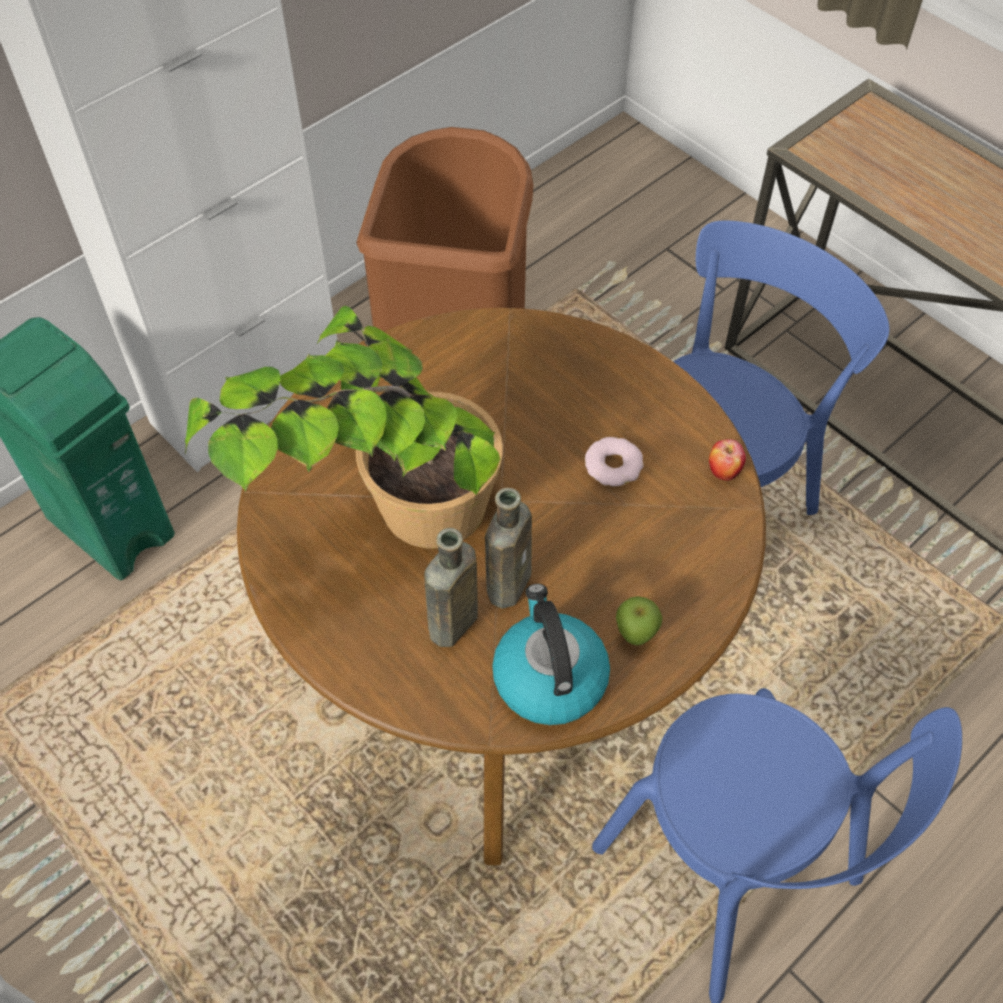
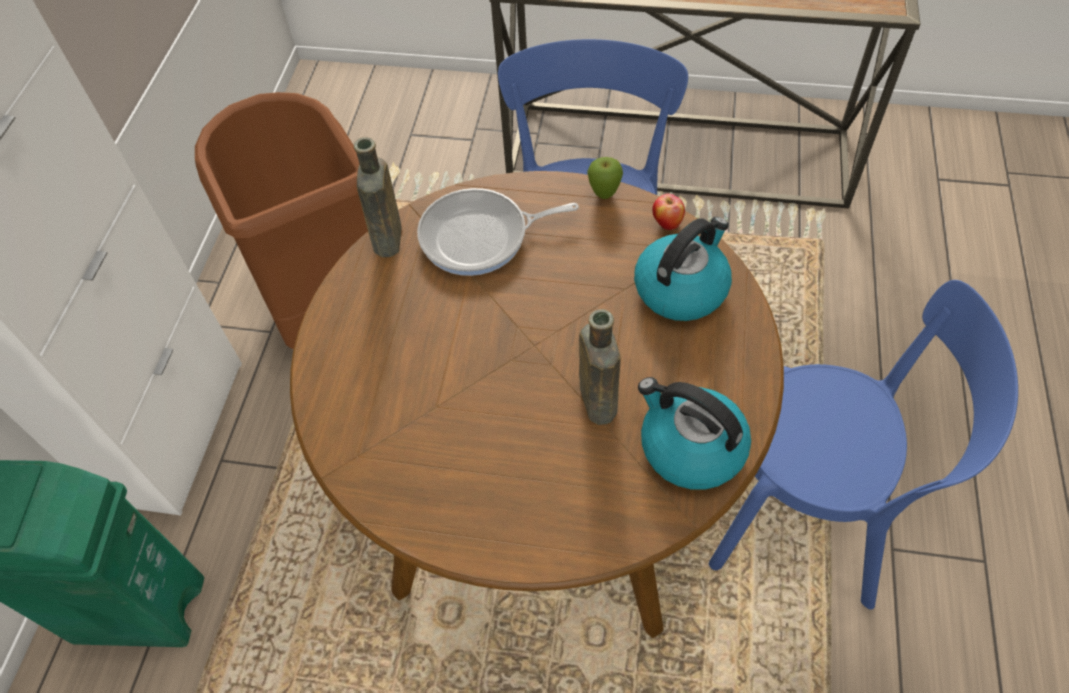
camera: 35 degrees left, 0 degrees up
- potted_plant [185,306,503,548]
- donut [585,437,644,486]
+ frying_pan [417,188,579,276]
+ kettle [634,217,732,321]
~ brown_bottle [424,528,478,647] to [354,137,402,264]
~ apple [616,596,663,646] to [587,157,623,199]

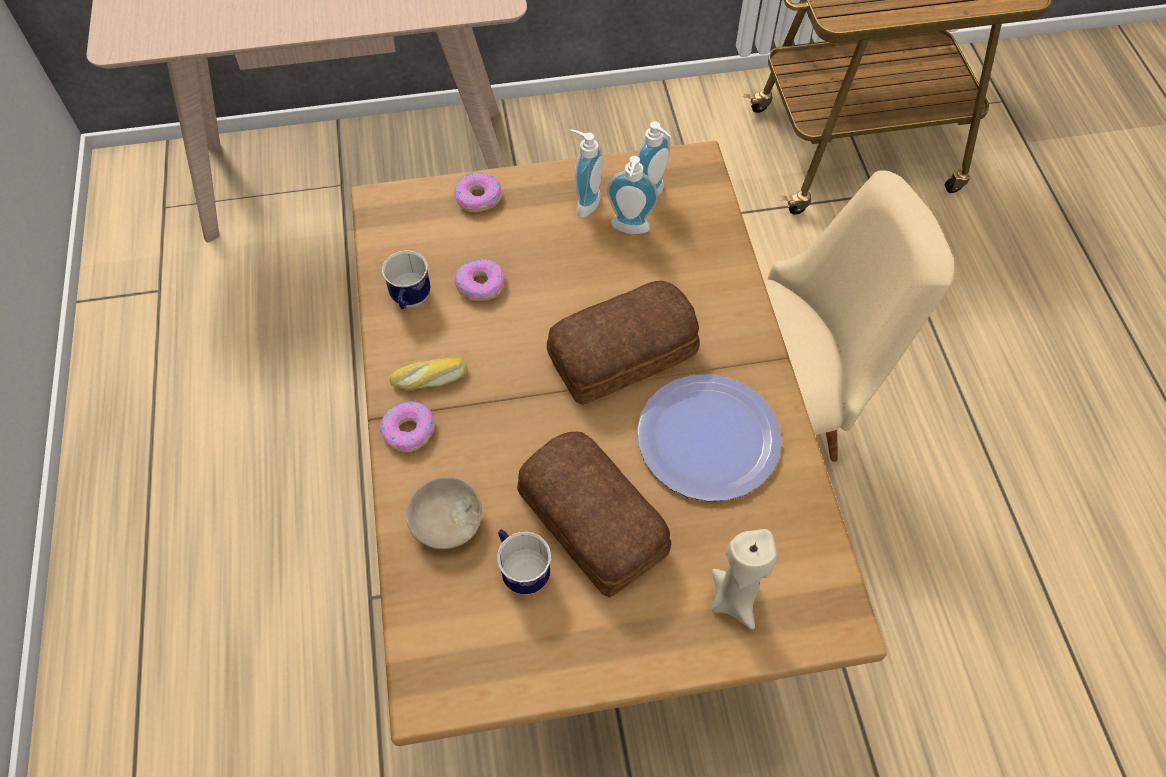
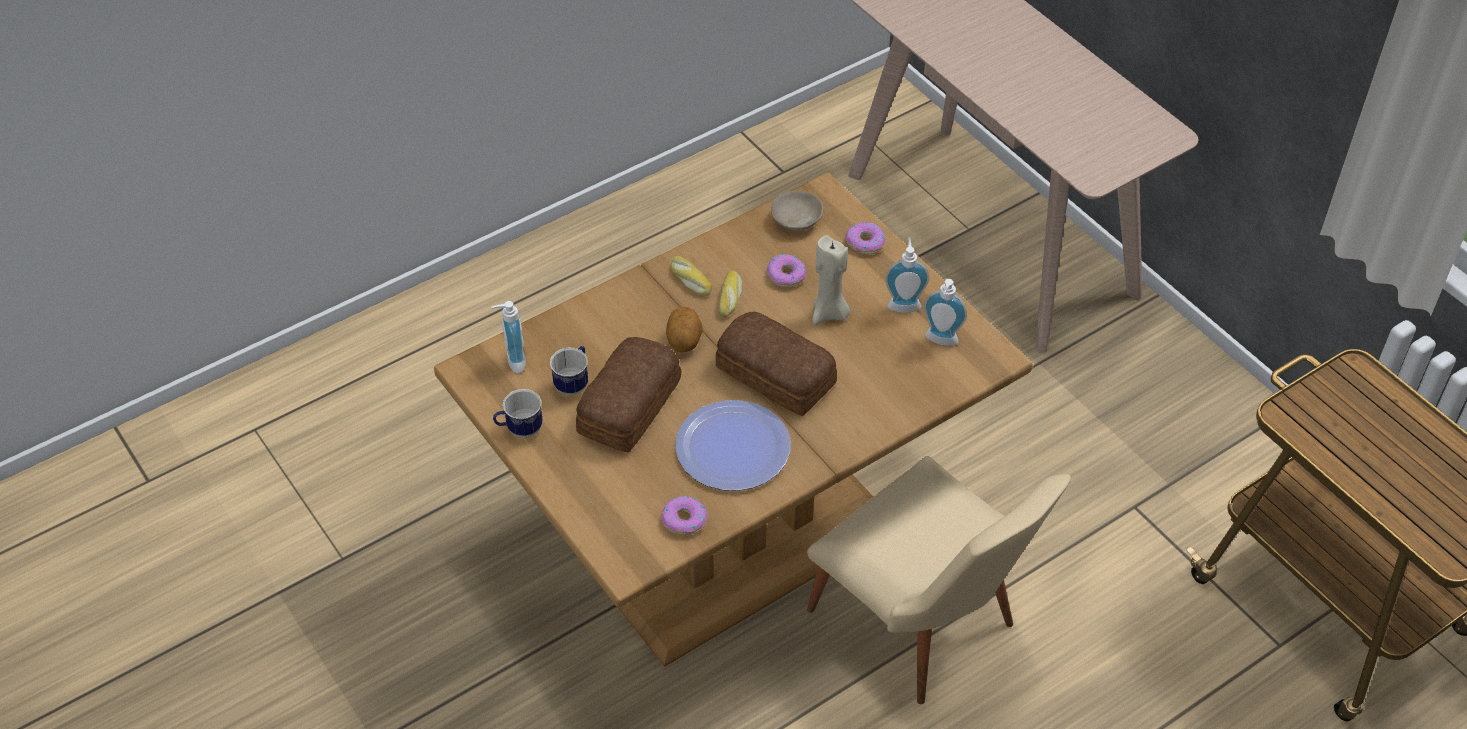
camera: 65 degrees right, 10 degrees down
+ potato [666,307,702,352]
+ bread [719,271,742,317]
~ donut [380,401,435,452] to [662,496,708,535]
~ mug [382,251,431,309] to [493,389,543,438]
~ beige_bowl [406,477,482,549] to [771,191,823,231]
~ soap_dispenser [607,156,659,234] to [491,301,526,373]
~ beige_candle [712,529,777,630] to [812,235,850,325]

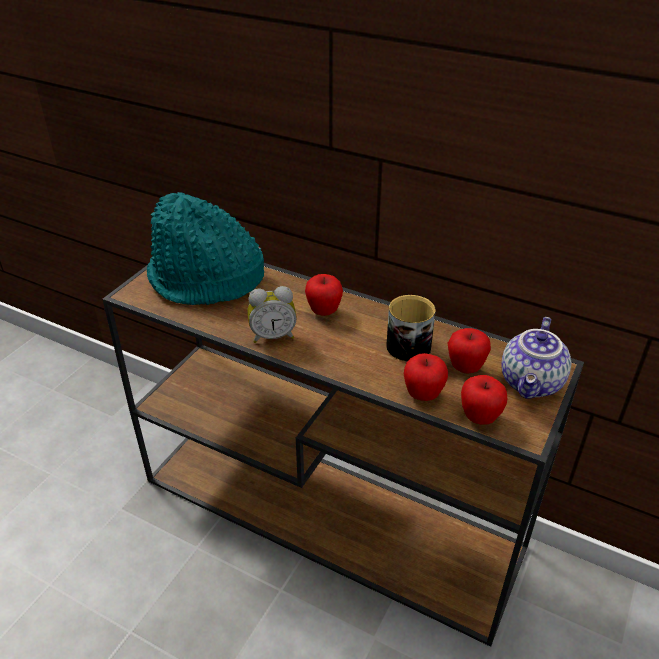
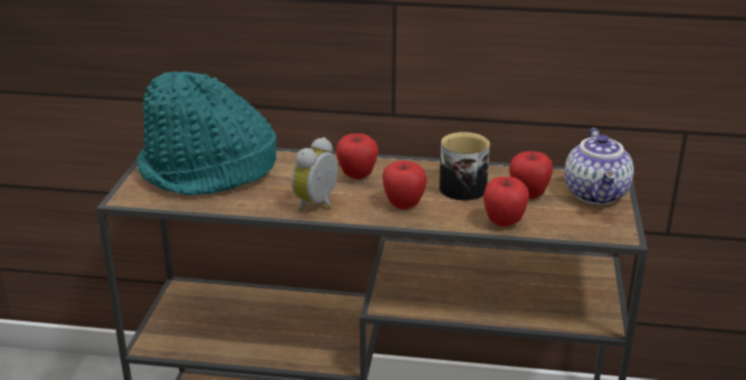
camera: 20 degrees left, 10 degrees down
~ apple [461,375,507,425] to [382,160,427,210]
~ alarm_clock [247,286,297,343] = [291,137,338,212] 150 degrees clockwise

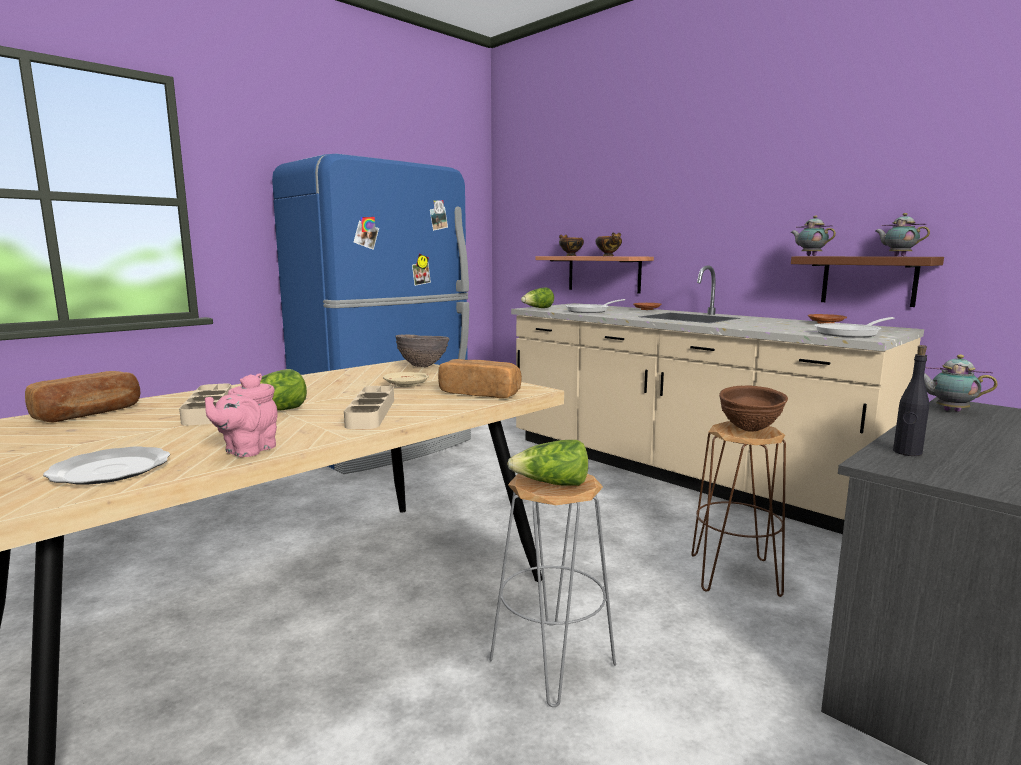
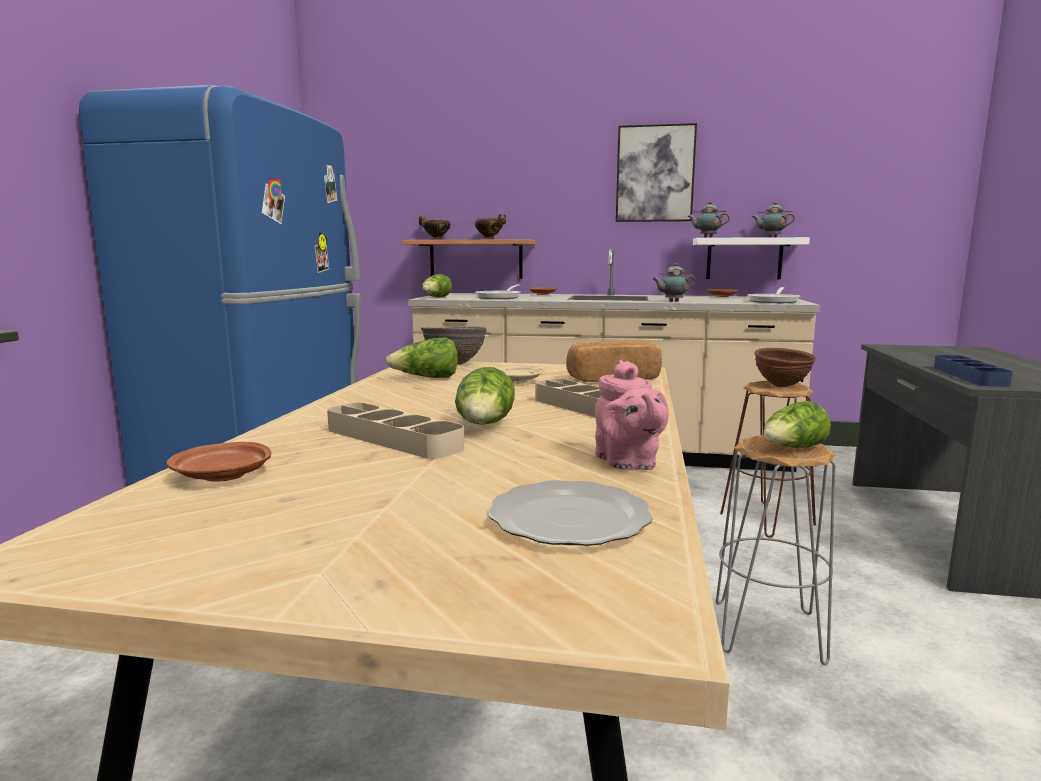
camera: 35 degrees left, 0 degrees up
+ lettuce [385,337,458,378]
+ picture [616,123,697,222]
~ teapot [924,354,998,412] to [652,263,696,302]
~ bread [25,371,141,422] to brown_plate [167,442,272,482]
~ black_bottle [893,345,929,456] to blue_tray [934,355,1013,387]
~ brown_shelf [791,256,944,307] to white_shelf [693,237,810,280]

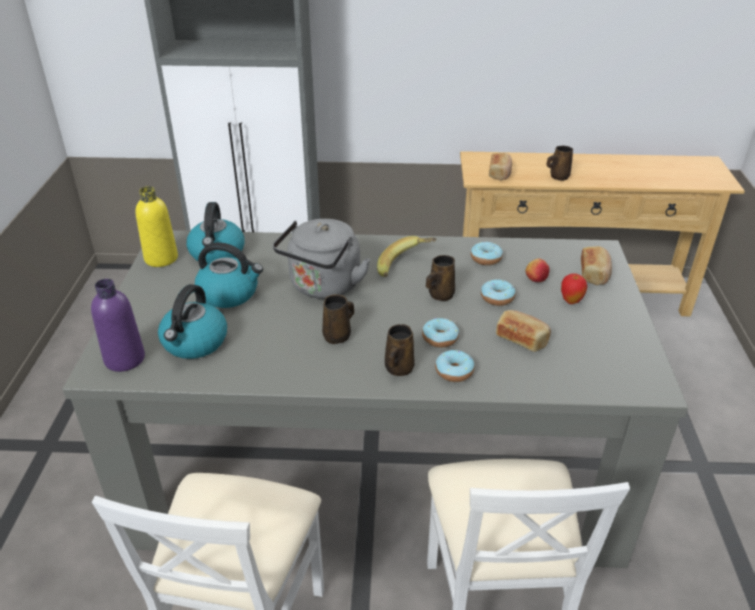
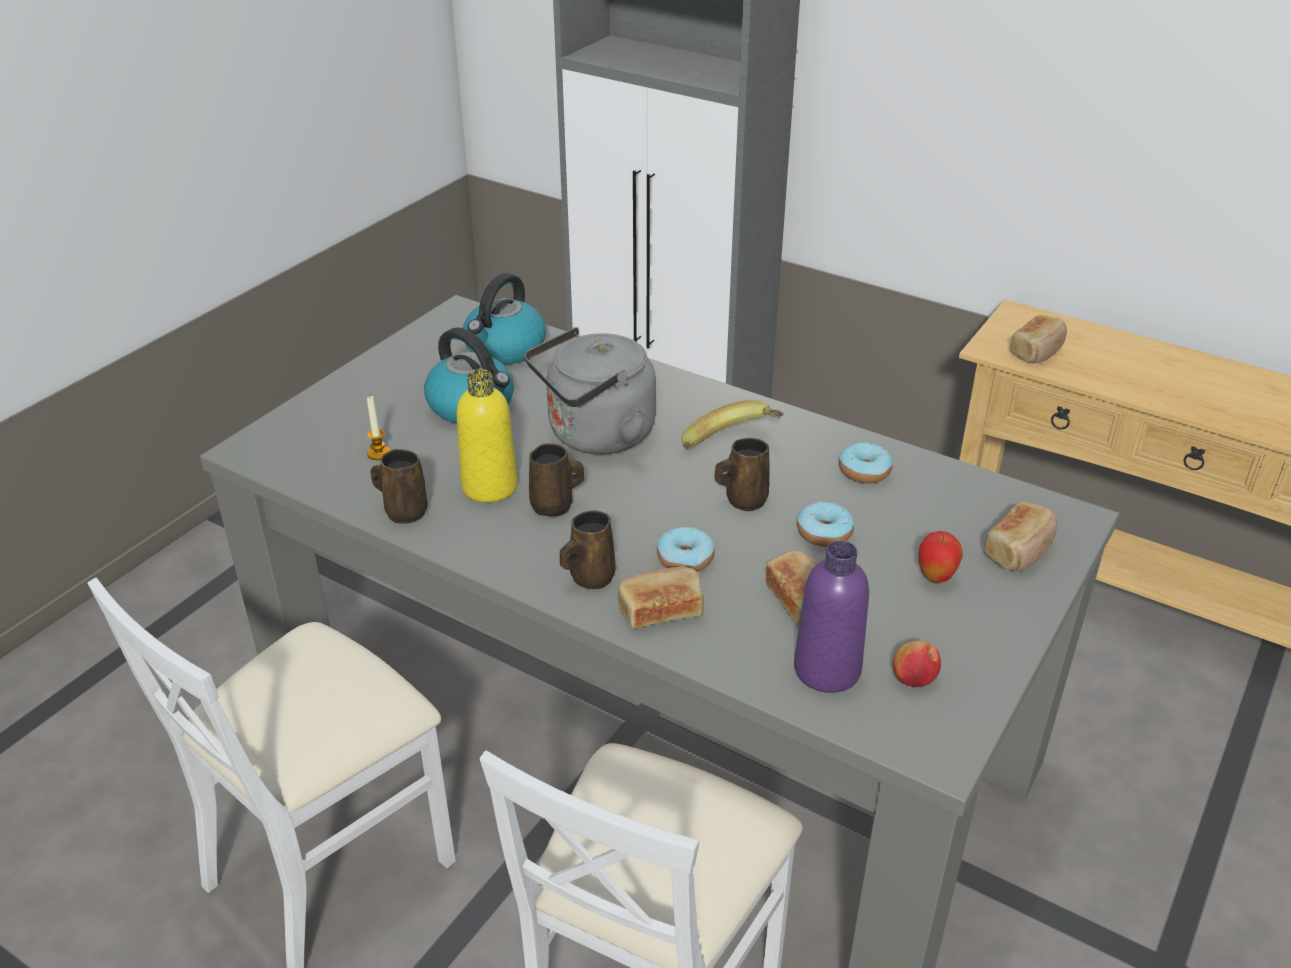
camera: 30 degrees right, 0 degrees up
~ purple_bottle [91,279,145,372] to [794,541,869,693]
~ yellow_bottle [135,186,178,267] to [457,369,518,503]
~ apple [526,258,550,282] to [893,640,941,687]
~ brown_mug [546,146,573,181] to [371,449,428,524]
~ kettle [158,284,227,359] to candle [367,396,390,460]
~ donut [435,350,474,382] to bread [618,567,704,628]

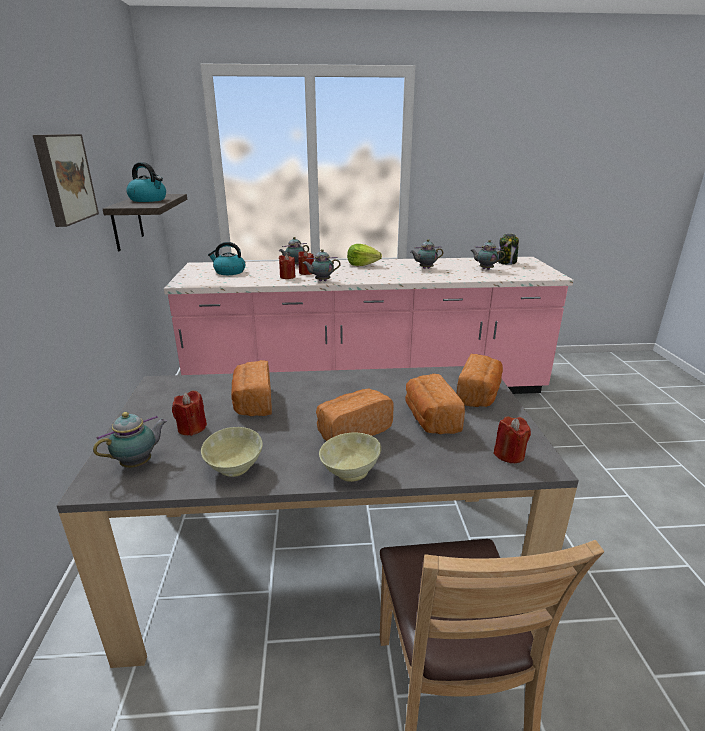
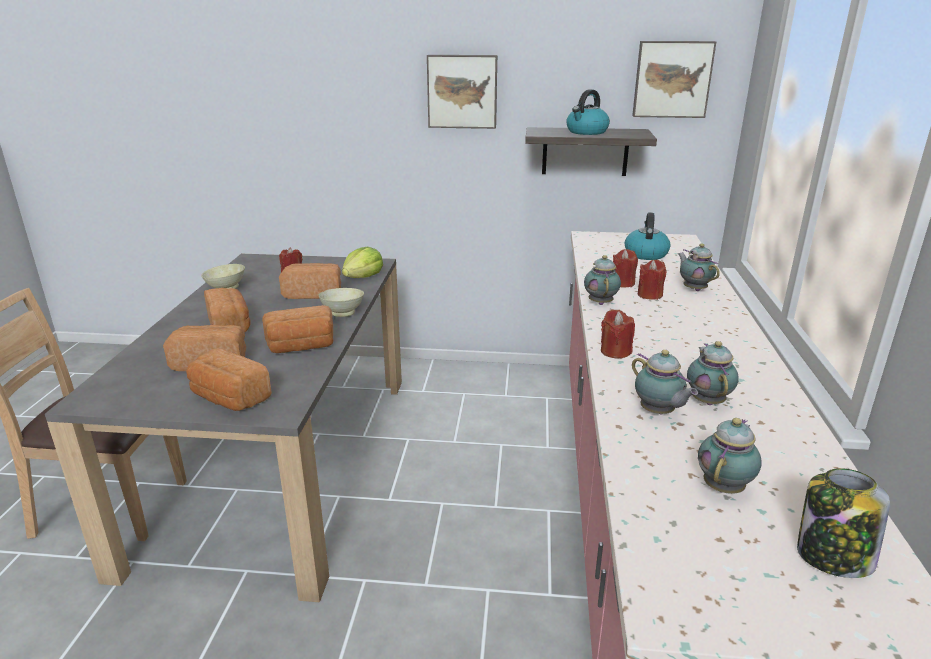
camera: 100 degrees right, 0 degrees up
+ bread [262,305,333,353]
+ picture [632,41,716,118]
~ teapot [93,412,167,468] to [632,350,698,415]
~ beige_bowl [319,433,381,482] to [319,288,364,317]
~ lettuce [347,244,382,266] to [342,247,383,278]
~ red_candle [493,416,531,463] to [601,310,635,359]

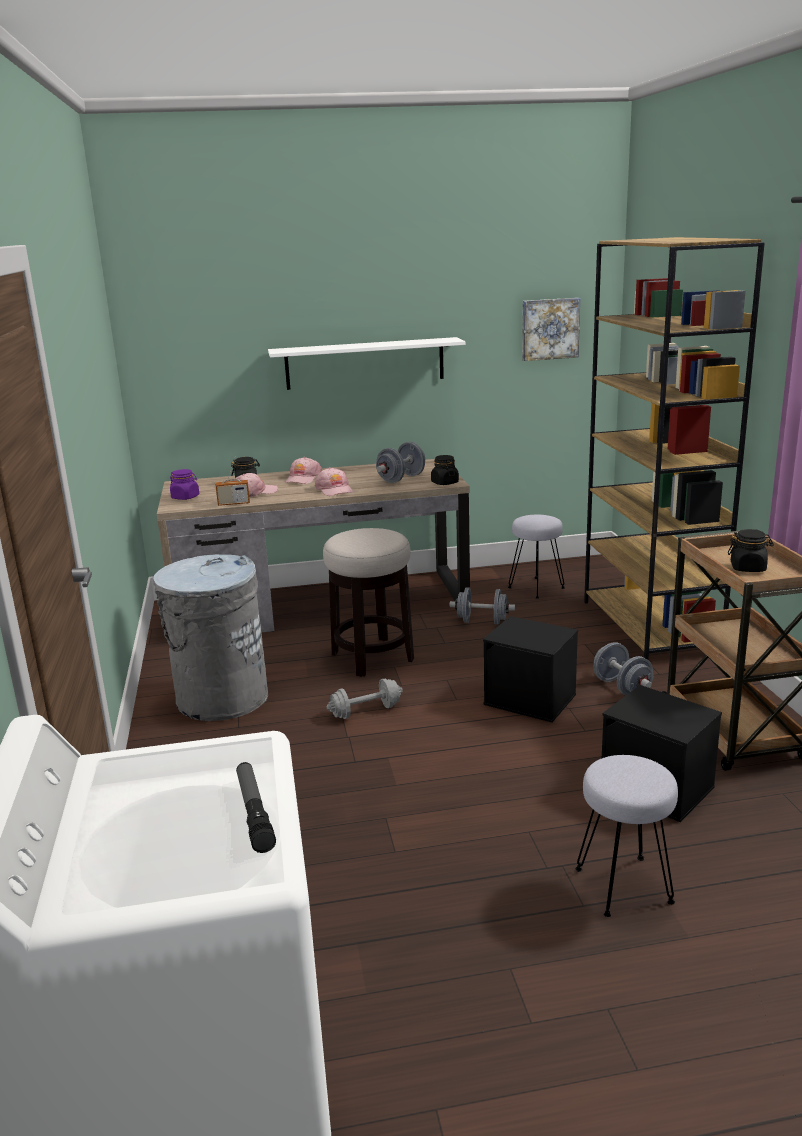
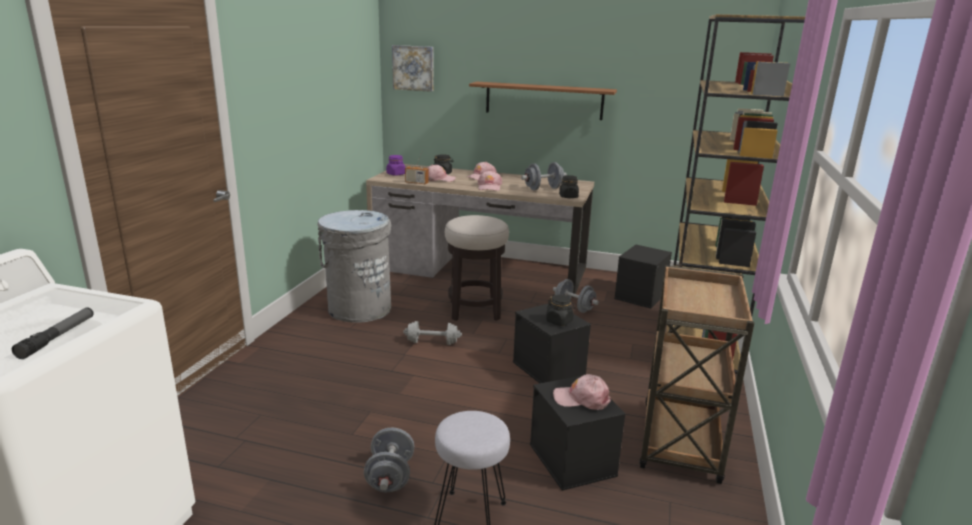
camera: 25 degrees right, 0 degrees up
+ pink_cap [553,374,611,410]
~ picture [522,298,580,361] to [392,45,434,92]
~ grey_dumbbell [594,642,653,696] to [364,428,414,492]
~ black_jar [728,529,774,572] to [546,294,575,326]
~ grey_stool [508,515,565,599] to black_storage_box [614,245,672,309]
~ white_shelf [268,337,466,390] to brown_shelf [469,82,617,120]

